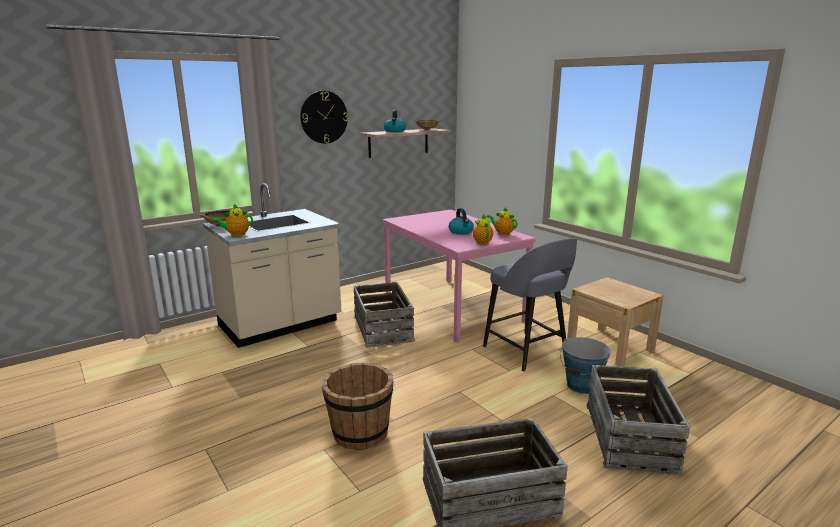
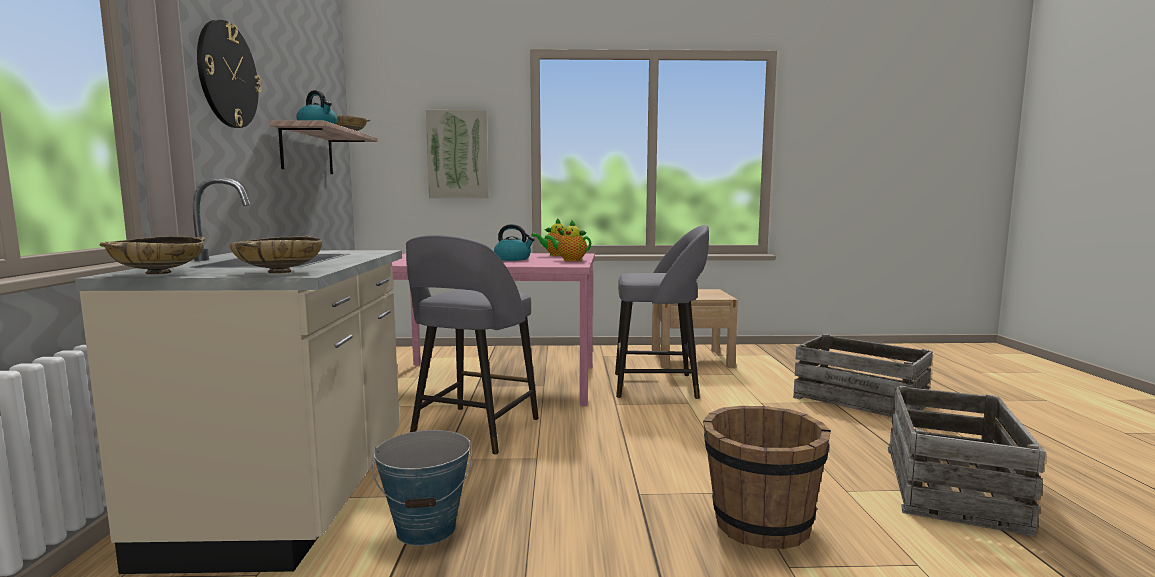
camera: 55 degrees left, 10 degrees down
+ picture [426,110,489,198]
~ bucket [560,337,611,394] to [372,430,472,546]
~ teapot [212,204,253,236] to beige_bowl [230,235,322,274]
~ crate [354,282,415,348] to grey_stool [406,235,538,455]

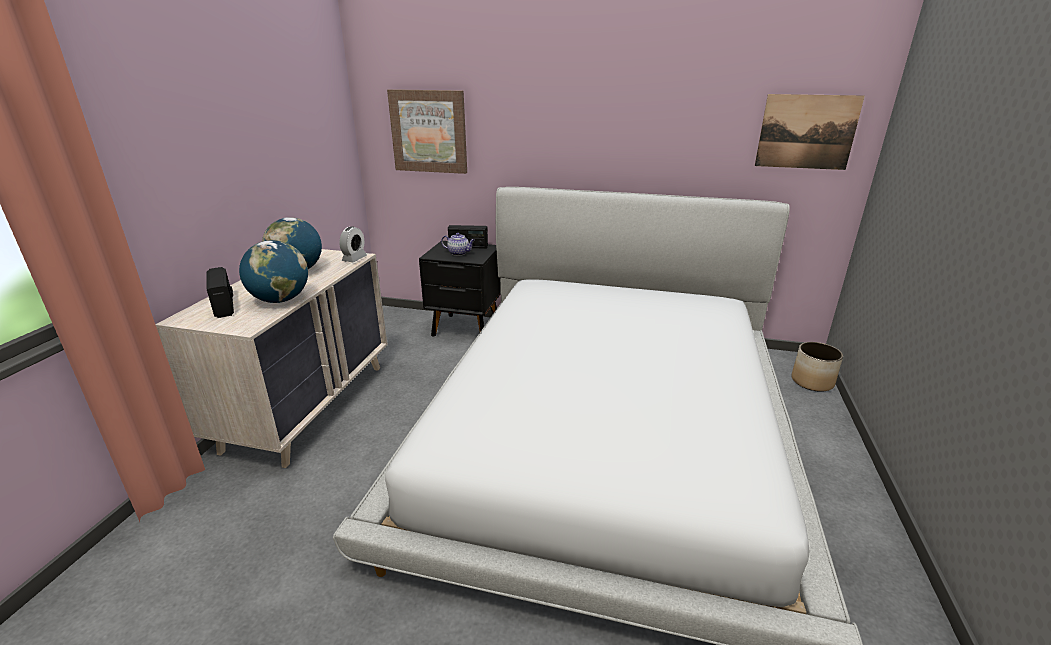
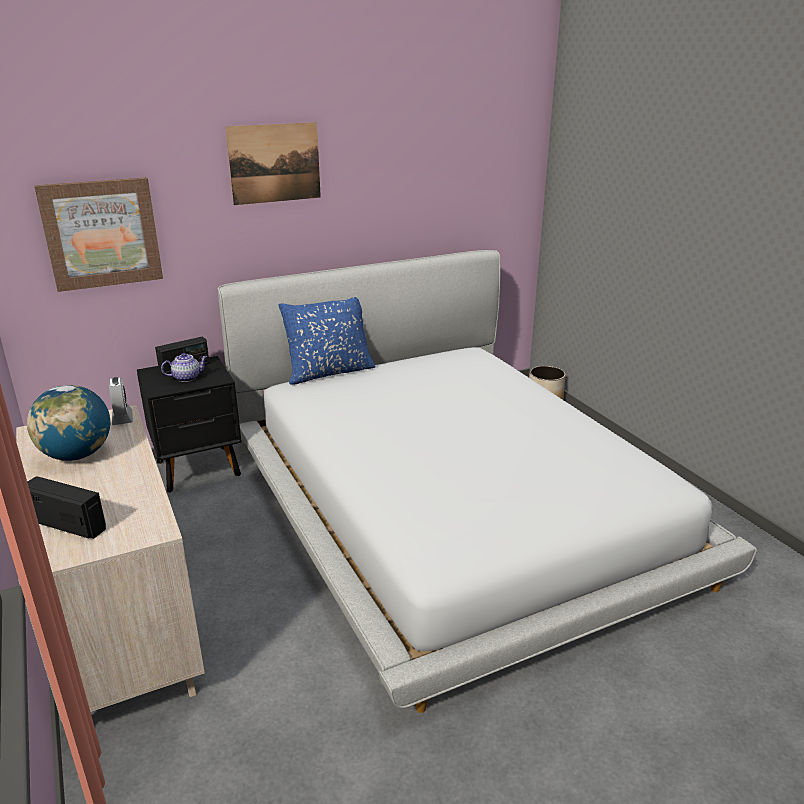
camera: 40 degrees left, 0 degrees up
- globe [239,240,308,303]
+ blue_pillow [279,297,376,385]
~ picture [755,94,865,170] to [225,122,321,205]

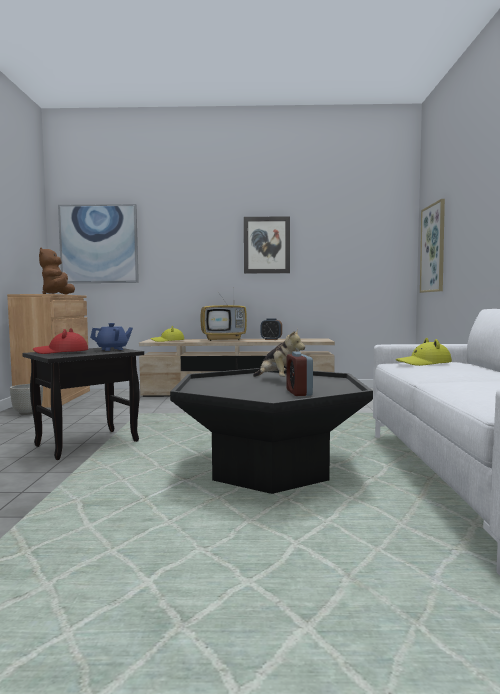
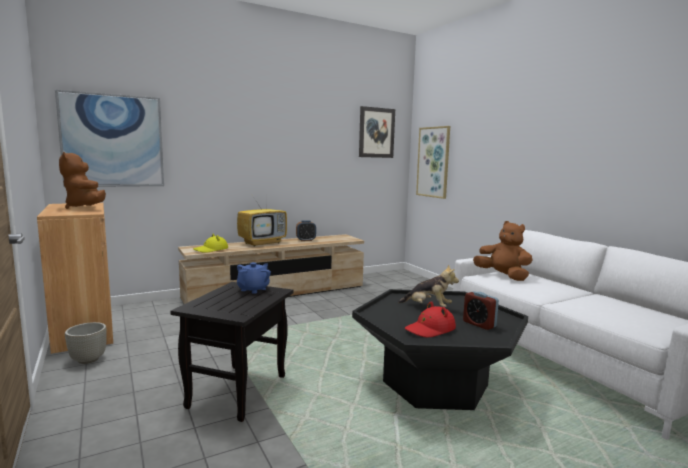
camera: 30 degrees left, 5 degrees up
~ red_hat [33,328,88,354] to [405,301,456,337]
~ picture [244,216,290,274] to [359,106,395,158]
~ yellow_hat [396,338,452,366] to brown_plush_toy [473,221,532,281]

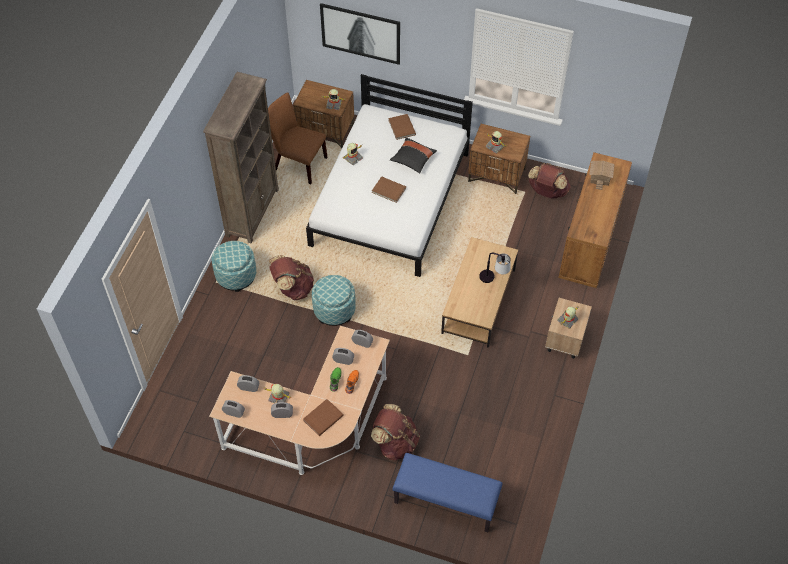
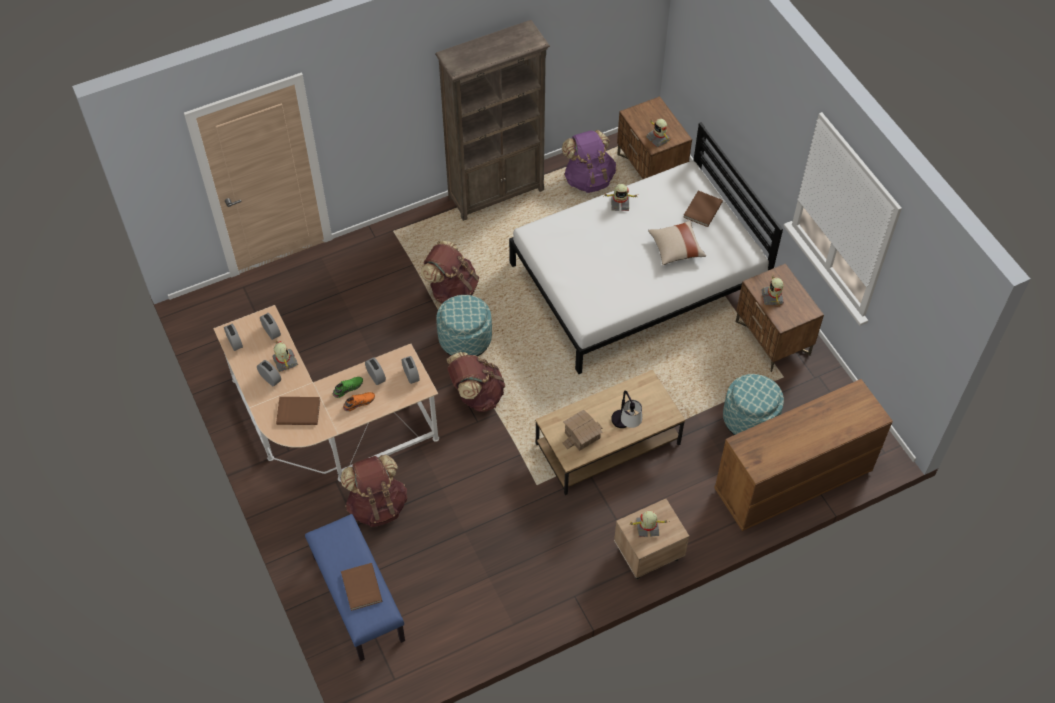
camera: 45 degrees right, 0 degrees up
- picture [320,3,400,65]
~ ottoman [212,241,256,292] to [723,374,784,435]
~ brown_book [372,176,406,203] to [341,563,382,611]
~ brown_backpack [528,163,570,199] to [446,352,505,412]
~ toy_house [589,161,615,190] to [563,410,602,451]
~ brown_chair [268,92,327,185] to purple_backpack [562,130,616,193]
~ black_pillow [390,137,437,173] to beige_pillow [648,220,706,265]

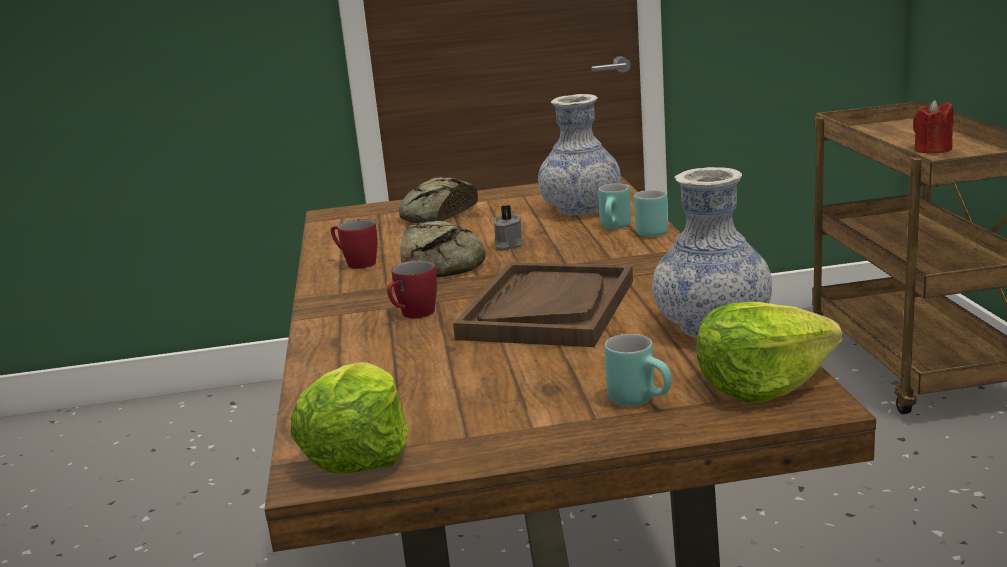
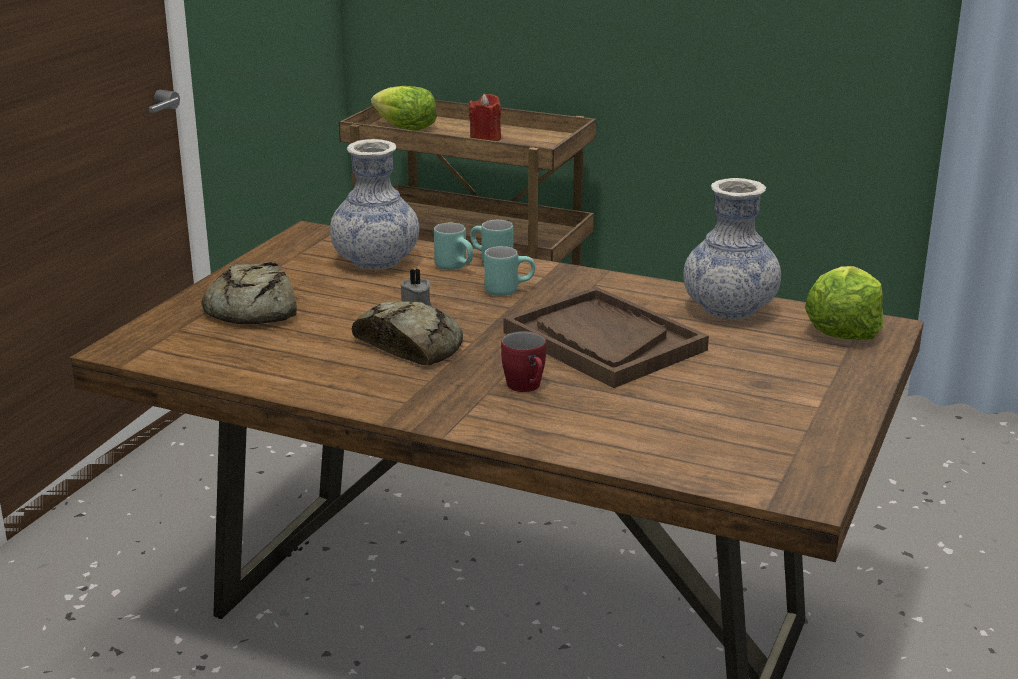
camera: 60 degrees left, 5 degrees up
- red_mug [331,219,377,269]
~ lettuce [291,362,408,473] to [371,86,437,131]
~ turquoise_mug [604,334,672,406] to [484,246,535,296]

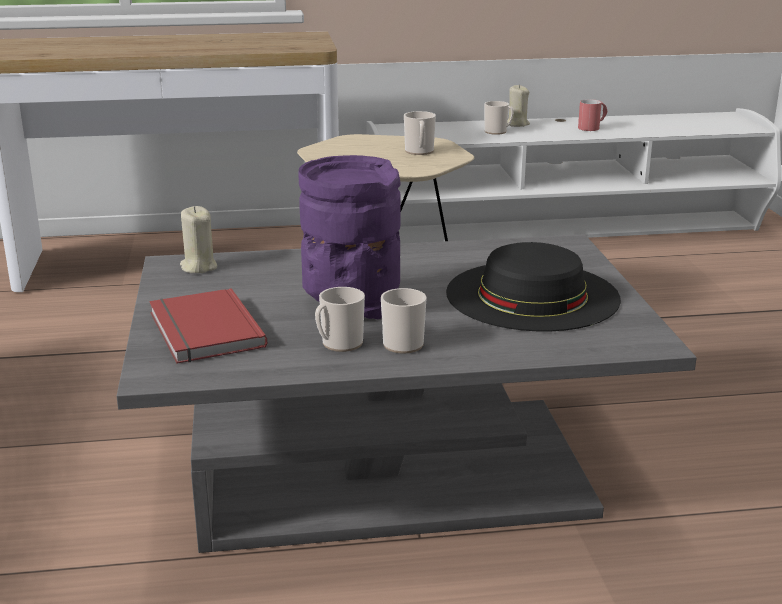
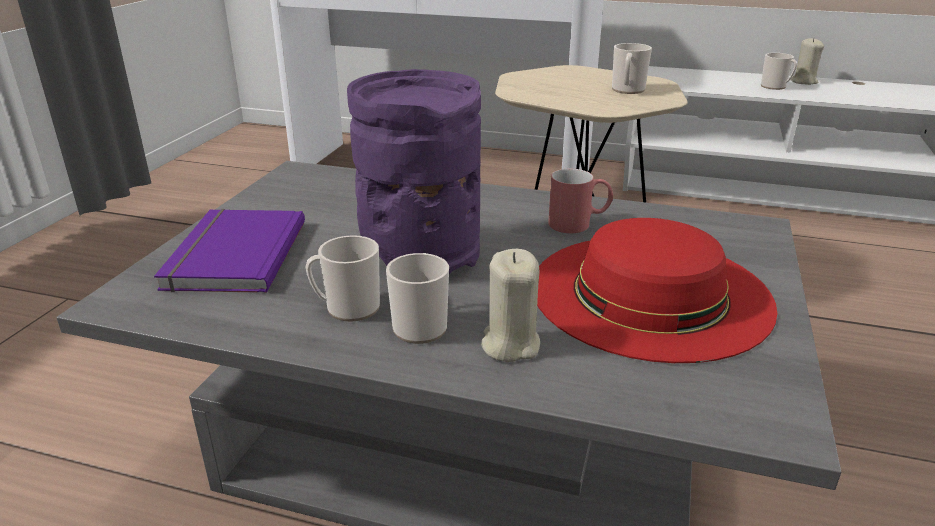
camera: 25 degrees right, 5 degrees up
~ beige_candle [180,206,217,273] to [481,249,540,362]
~ red_mug [578,99,607,131] to [548,169,613,233]
~ red_book [149,288,267,364] to purple_book [154,209,305,293]
~ black_hat [446,242,621,331] to red_hat [537,218,777,363]

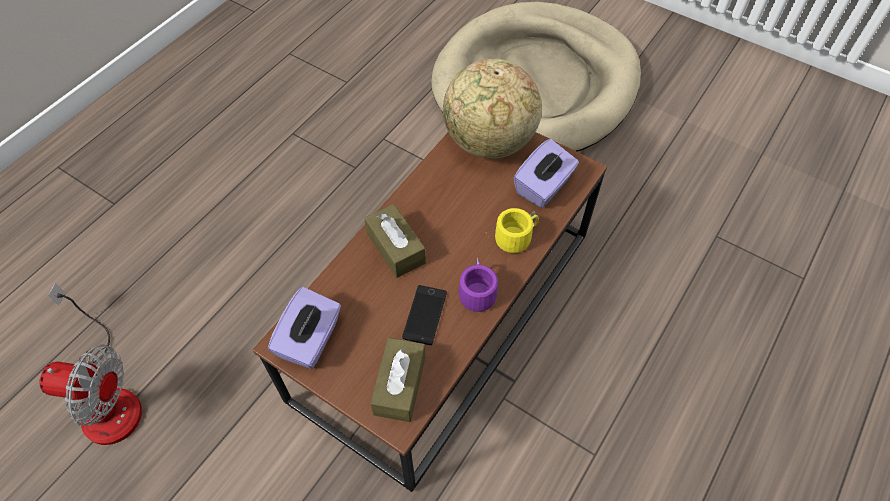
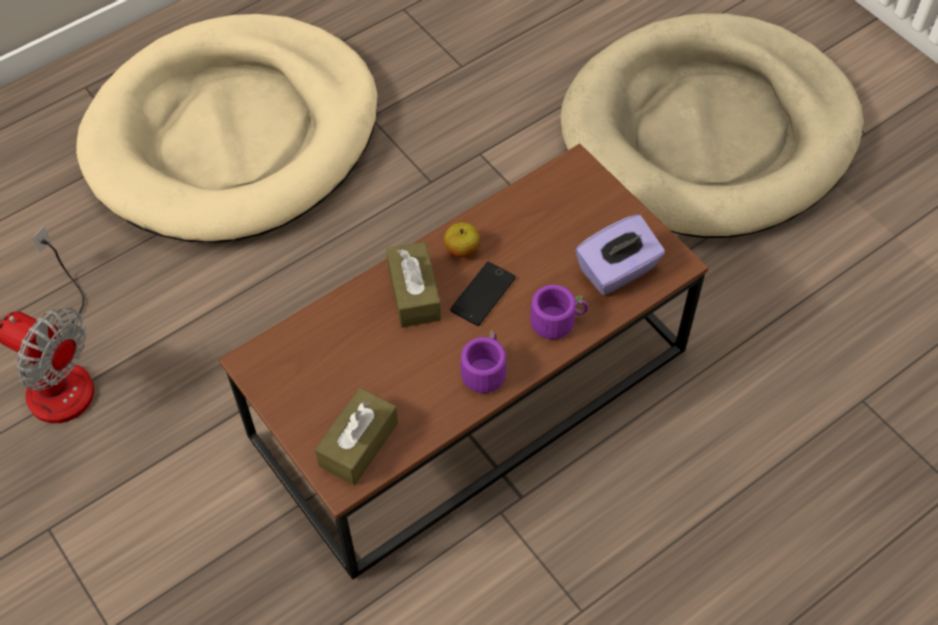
camera: 20 degrees right, 0 degrees up
- purple_tissue_box [268,287,341,369]
- globe [443,58,542,159]
+ beige_dog_bed [76,14,378,243]
+ apple [444,222,480,258]
~ phone [402,285,447,345] to [450,262,516,326]
~ yellow_mug [495,208,539,253] to purple_mug [525,285,588,339]

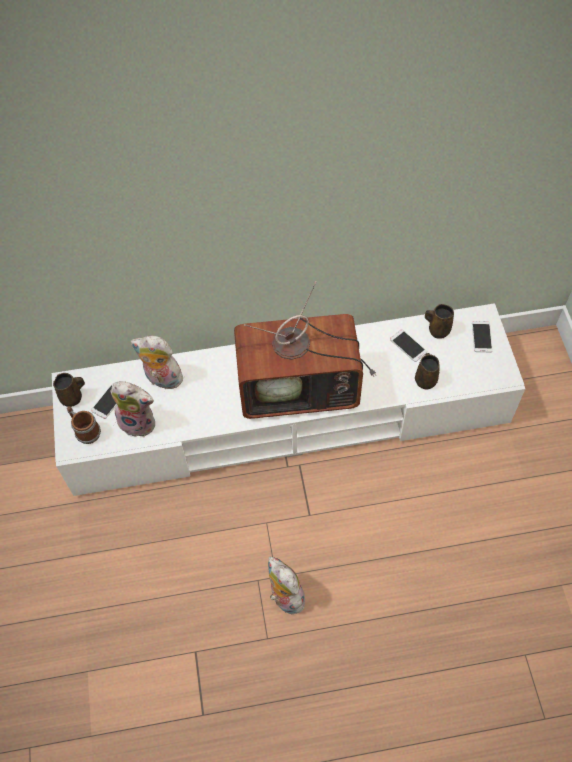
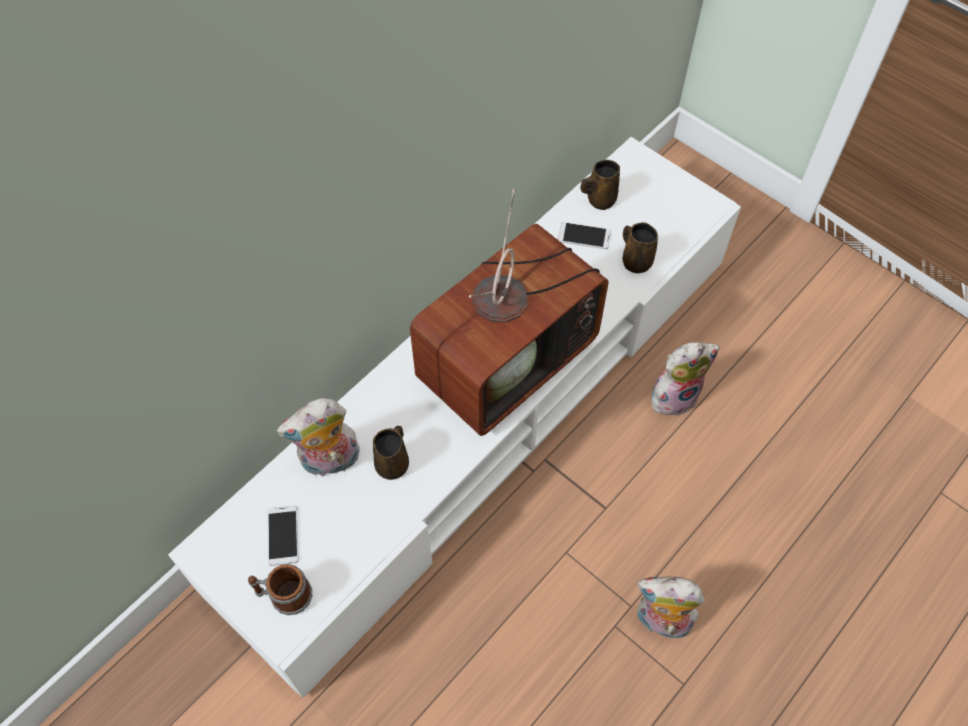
camera: 40 degrees left, 0 degrees up
- phone [472,321,493,352]
~ brown_mug [53,373,85,407] to [373,426,409,480]
~ plush_toy [110,381,155,438] to [651,342,720,419]

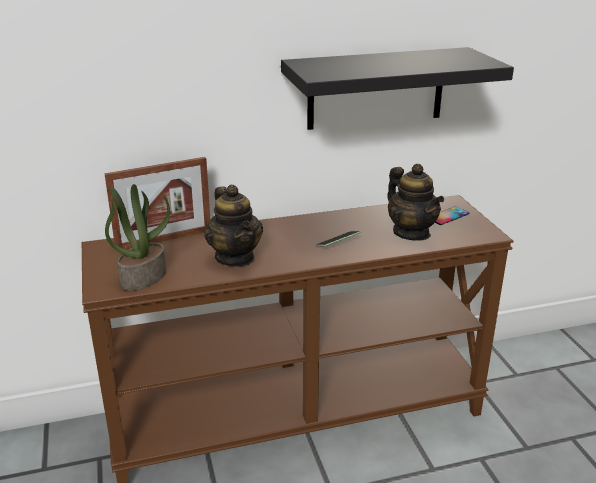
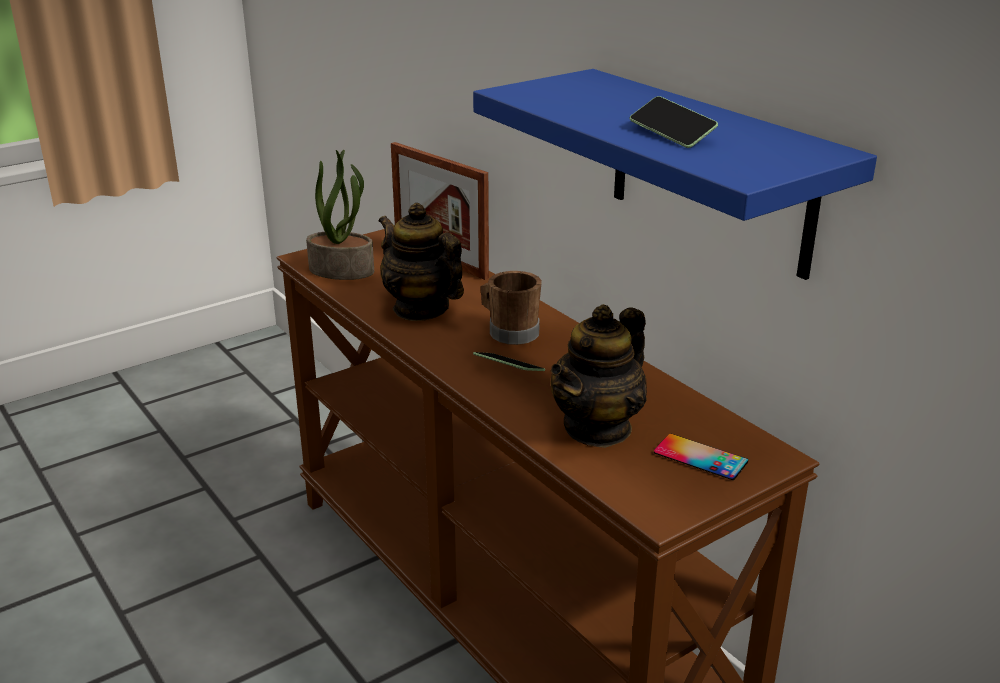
camera: 70 degrees right, 0 degrees up
+ brown_mug [481,271,542,345]
+ phone [630,96,718,148]
~ black_shelf [281,47,514,130] to blue_shelf [473,69,877,280]
~ teapot [204,185,263,267] = [378,203,464,321] 90 degrees clockwise

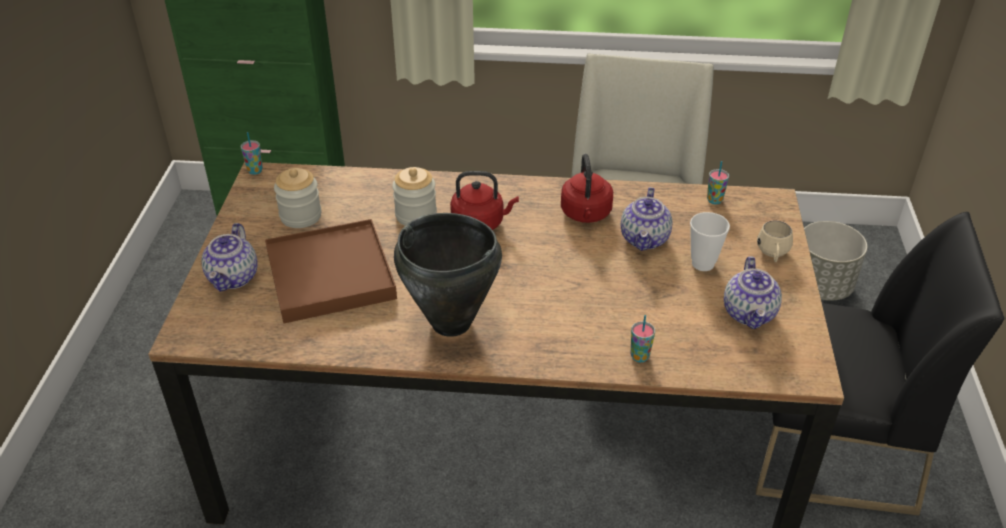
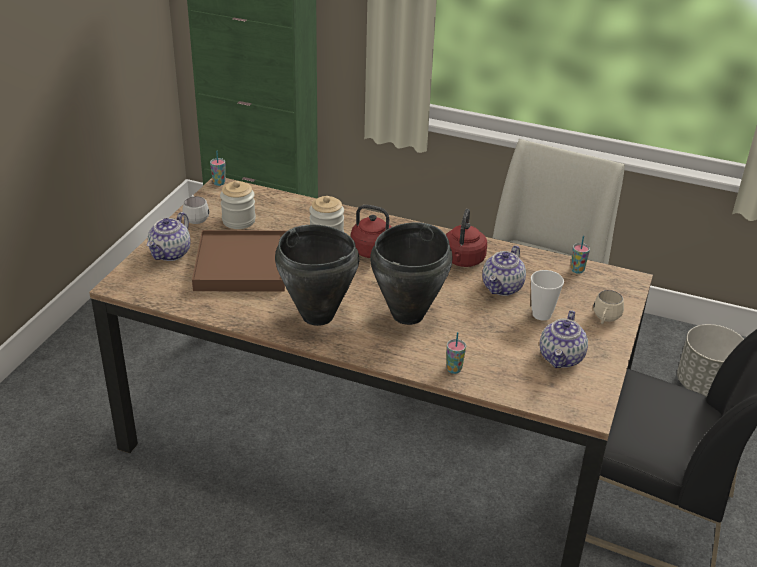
camera: 15 degrees right, 5 degrees down
+ white_mug [182,195,209,224]
+ black_cooking_pot [370,222,453,325]

